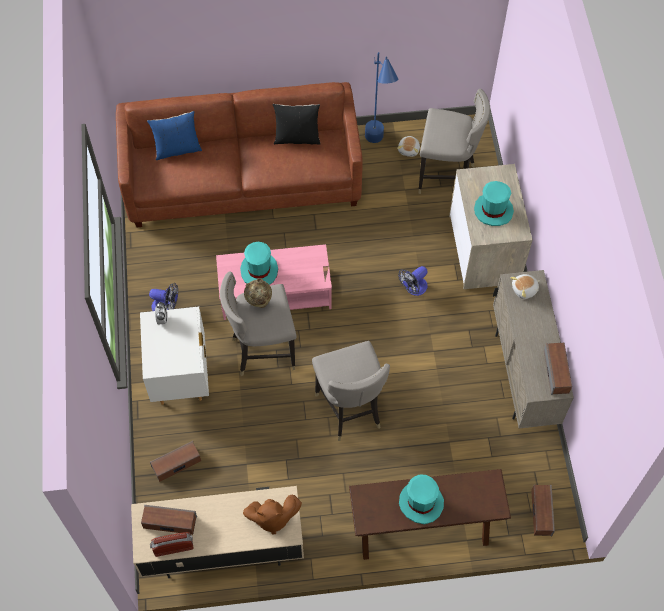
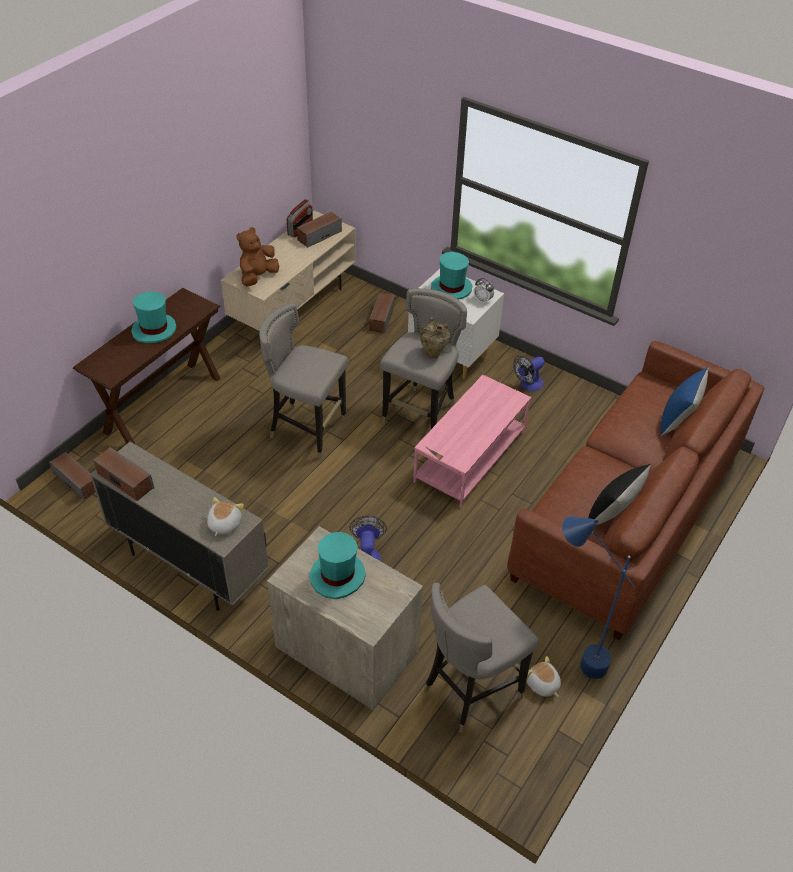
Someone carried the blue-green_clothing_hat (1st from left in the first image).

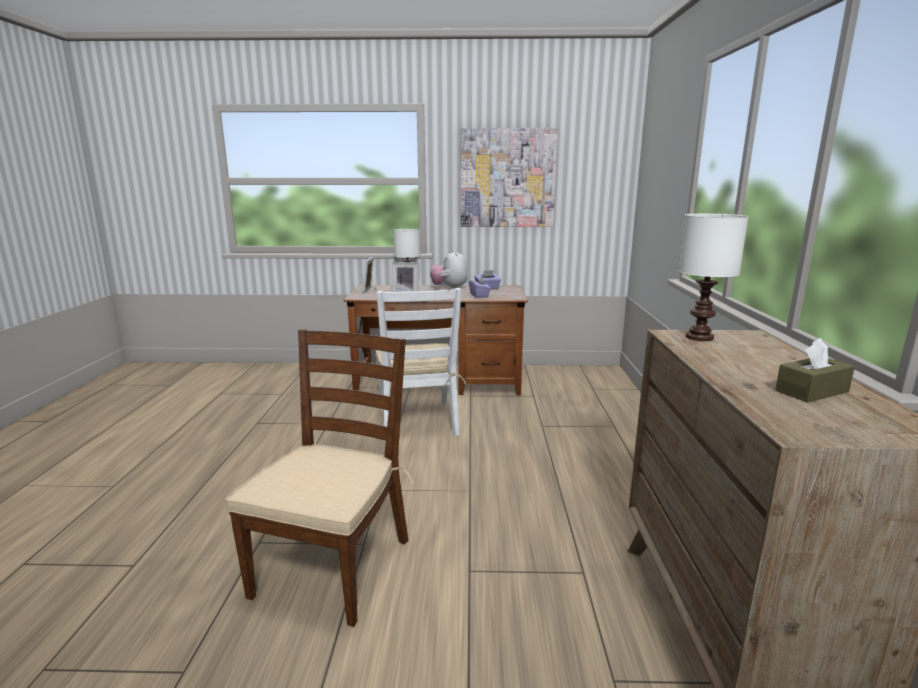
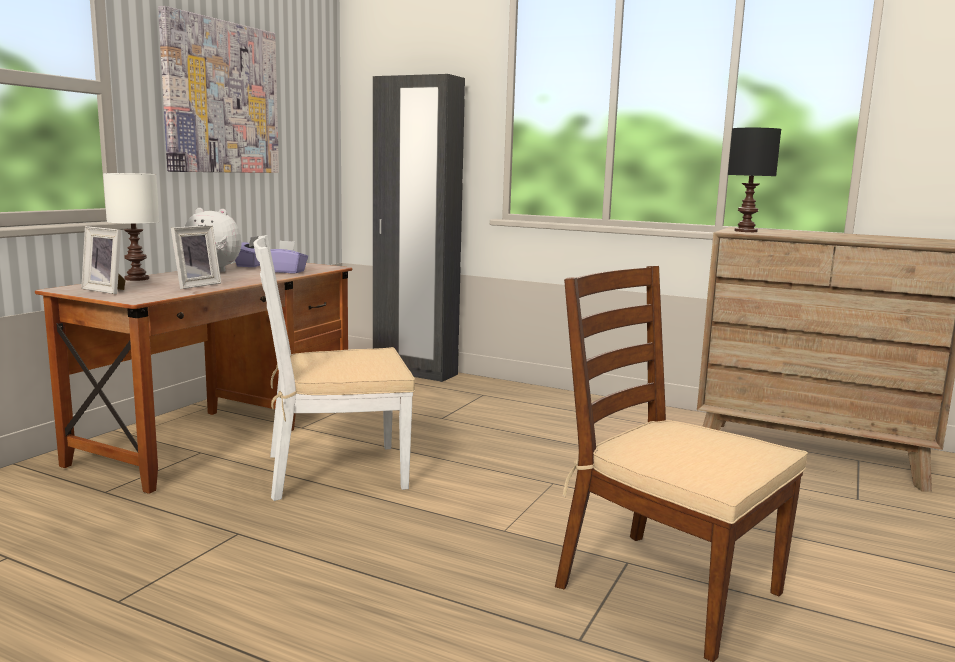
Someone rotated the whitish_plain_chair by 150 degrees clockwise. Someone put down the black_wardrobe. Someone repainted the whitish_tabletop_lamp (2nd from left), which became the black_tabletop_lamp. Someone took away the brownish_box_of_tissues.

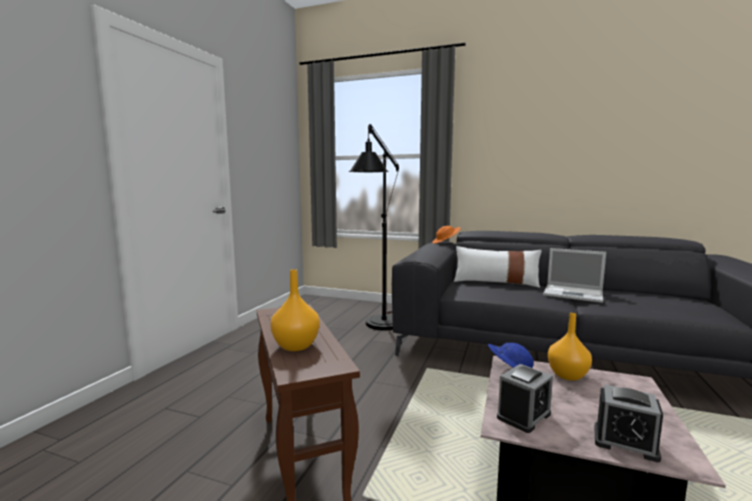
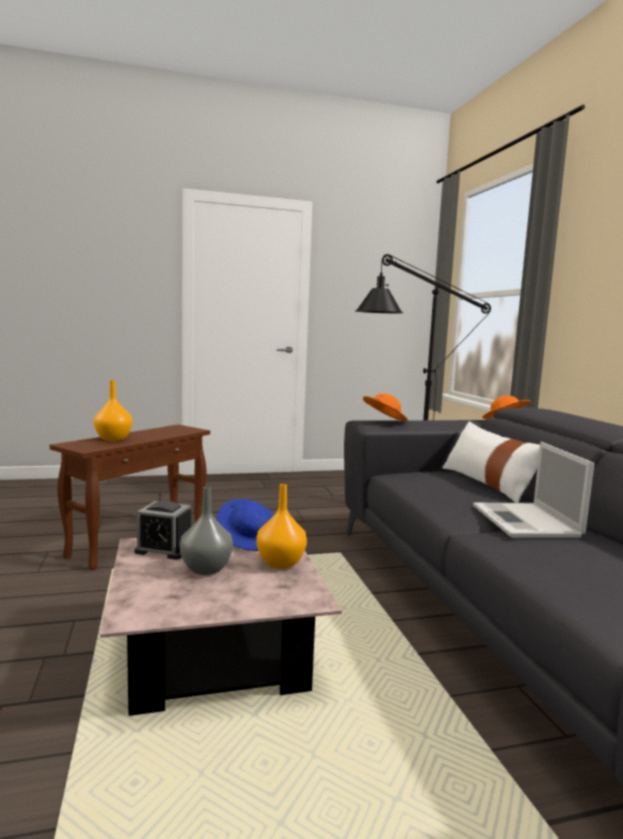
Someone put down the grey_decorative_vase. Someone put down the orange-coloured_clothing_hat (1st from left). Someone took away the alarm_clock (2nd from left).

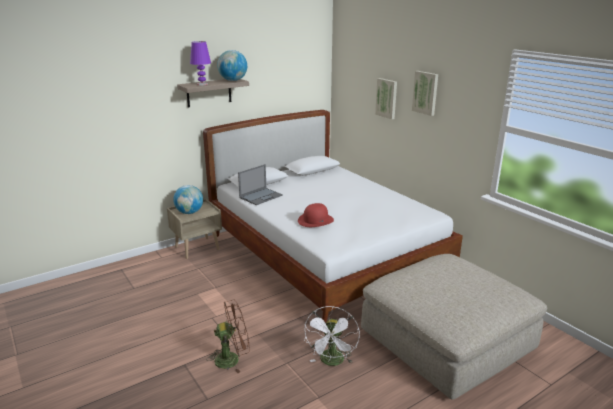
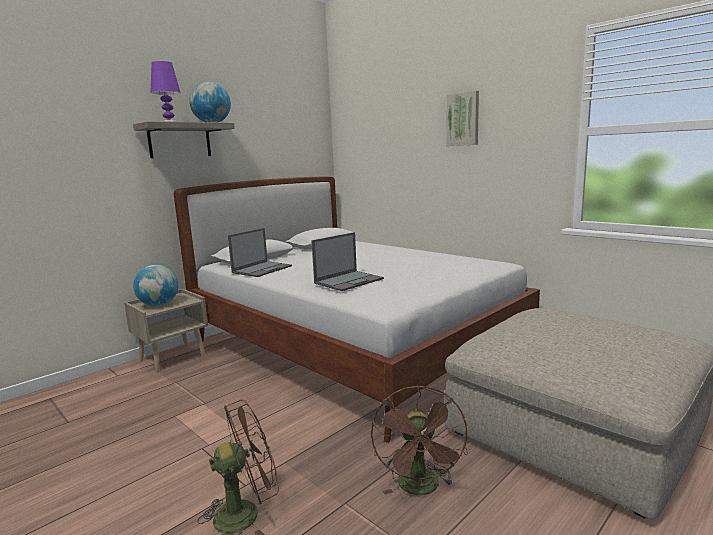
Someone swapped the red_clothing_hat for the portable_computer (2nd from left). Someone repainted the whitish_fan, which became the brownish_fan (2nd from left). Someone took away the wall_art (1st from left).

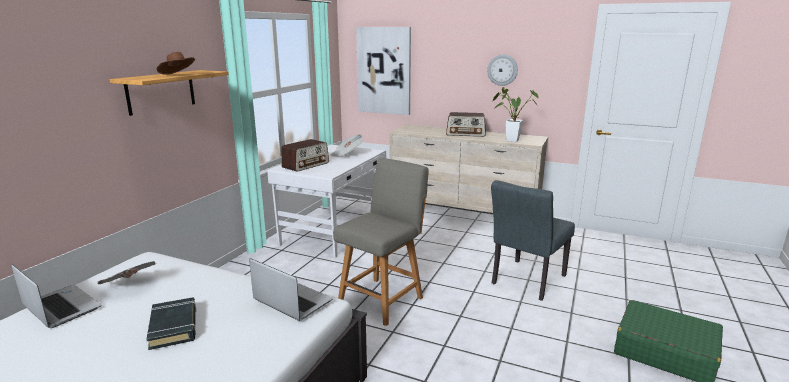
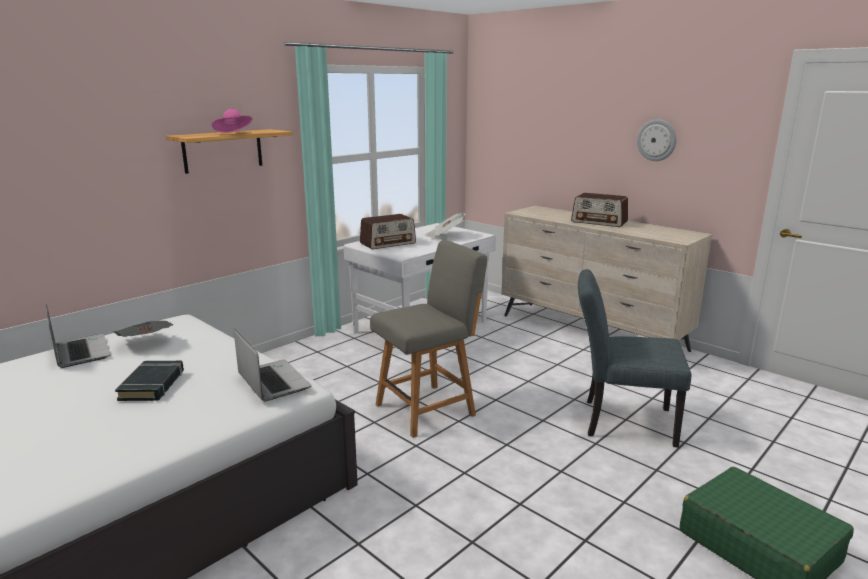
Someone repainted the brownish_clothing_hat, which became the pink-coloured_clothing_hat. Someone rotated the grey_plain_chair (2nd from left) by 45 degrees clockwise. Someone took away the wall_art. Someone took away the plant_in_a_pot.

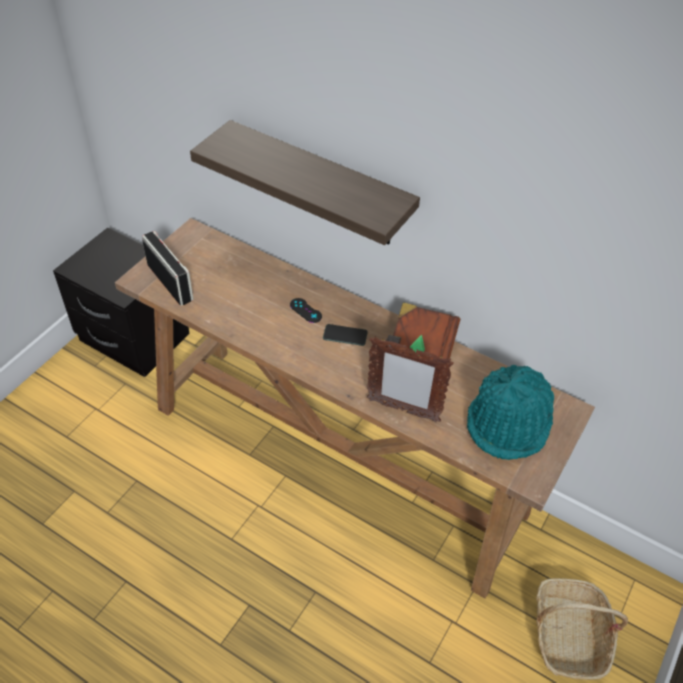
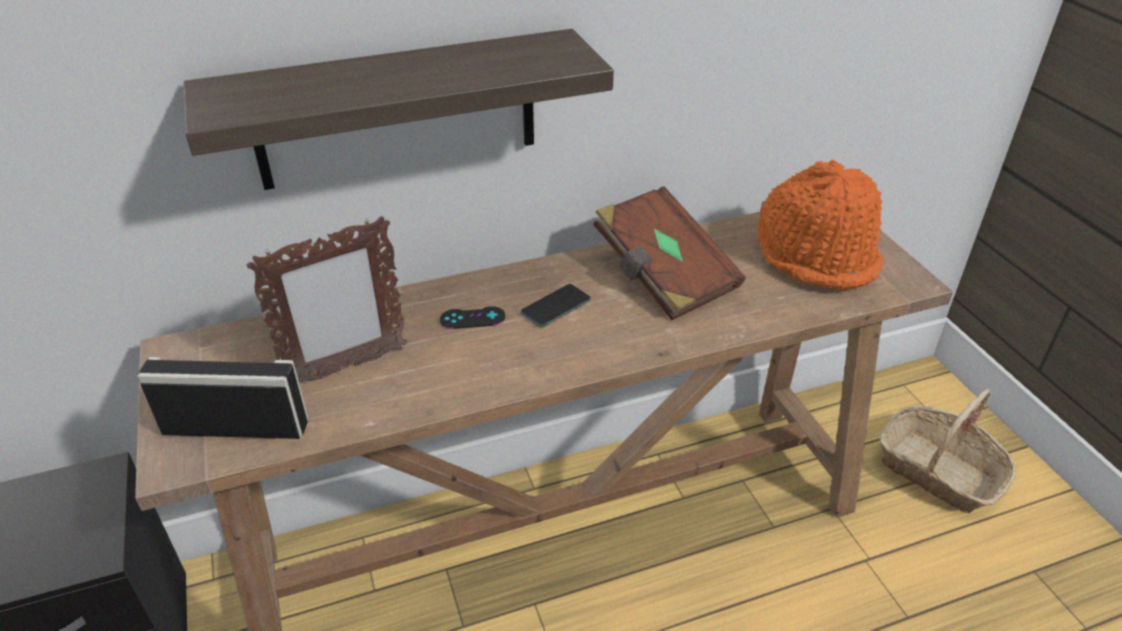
Someone carried the photo_frame. Someone repainted the blue-green_clothing_hat, which became the orange-coloured_clothing_hat.

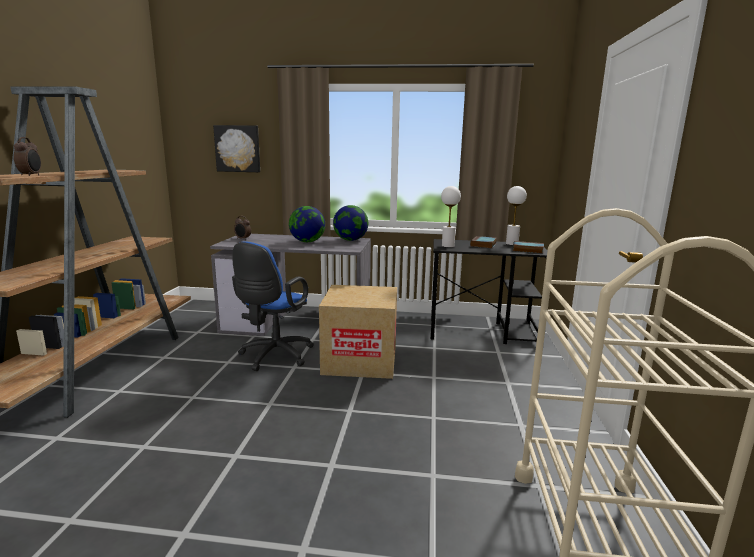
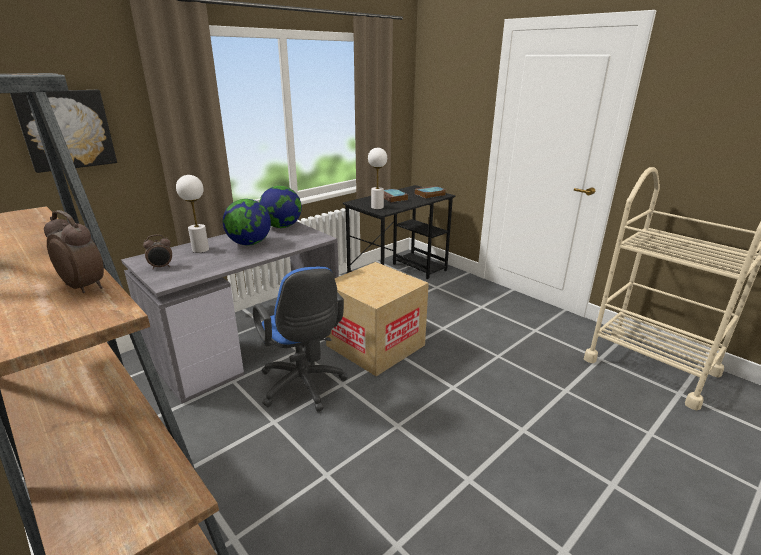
Someone carried the whitish_tabletop_lamp (2nd from left in the first image).

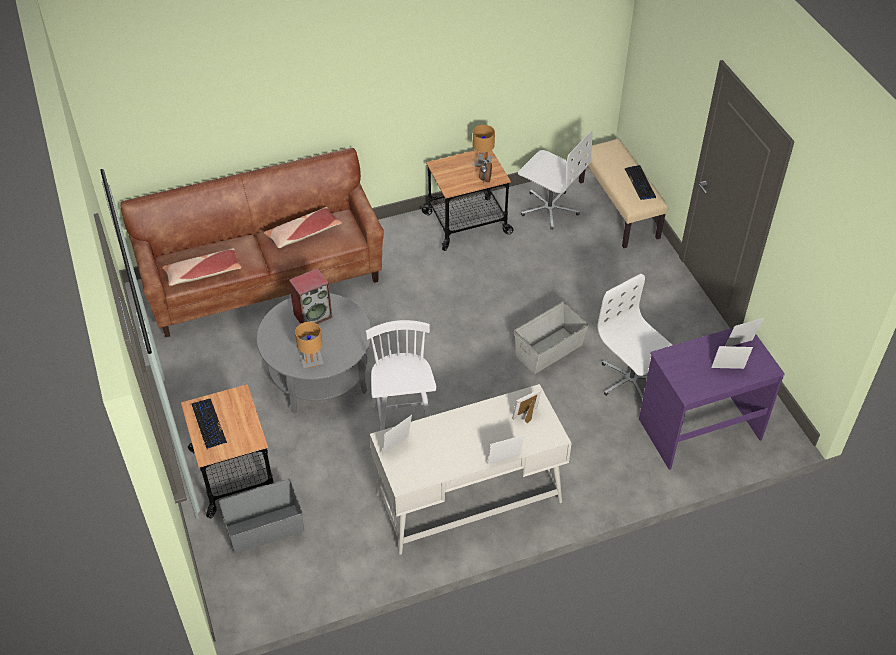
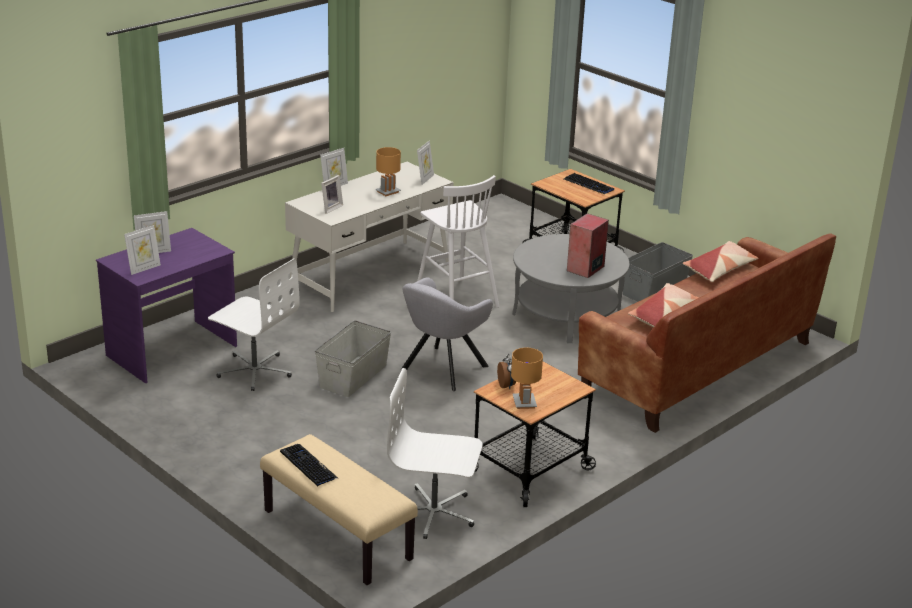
Someone carried the brownish_tabletop_lamp (1st from left). Someone put down the grey_lounge_chair. Someone carried the grey_storage_container (1st from left in the first image).

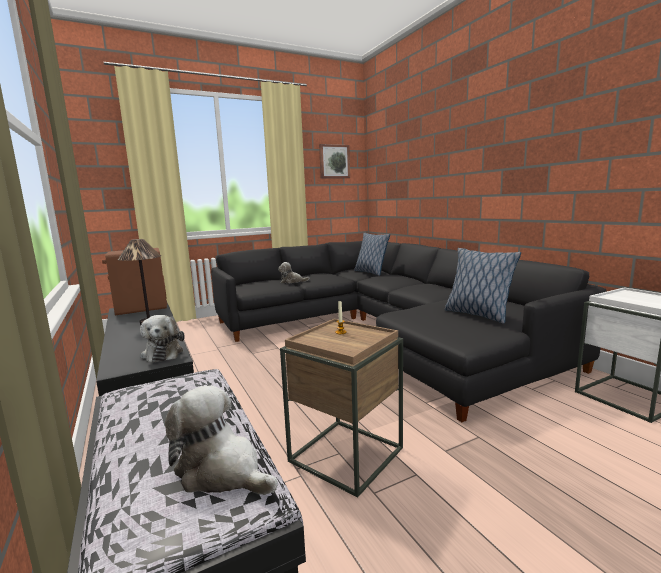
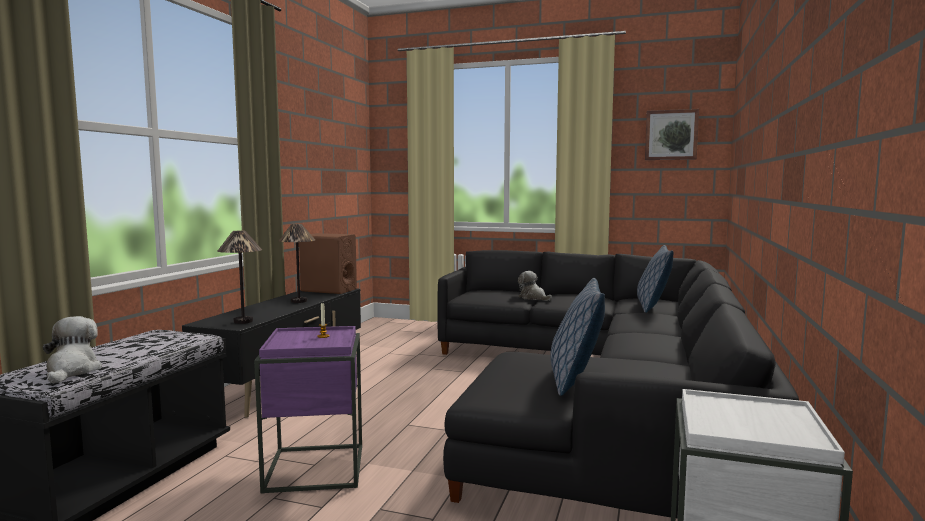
Someone swapped the cuddly_toy (1st from left) for the tabletop_lamp (1st from left). Someone repainted the brownish_accent_table, which became the purple_accent_table.

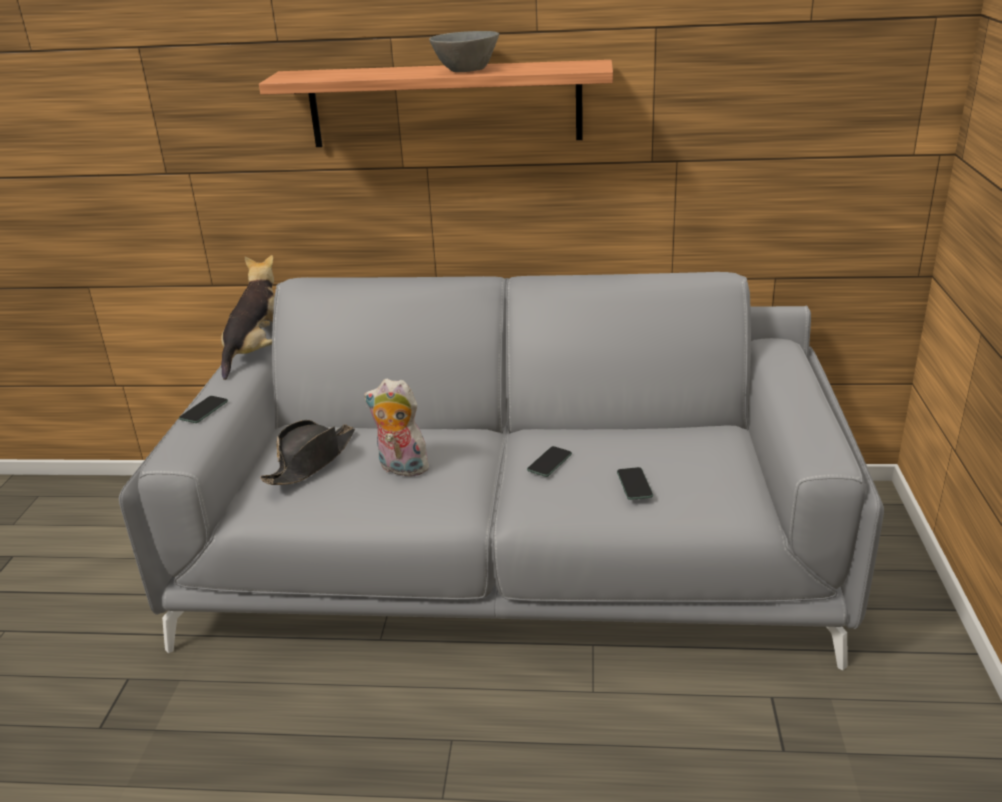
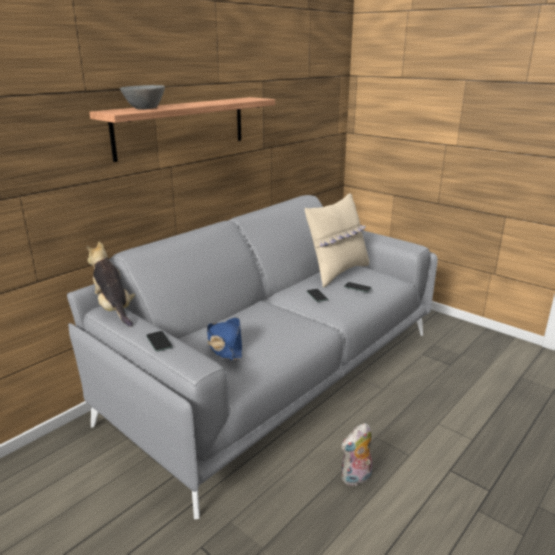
Someone carried the grey_serving_bowl. Someone repainted the black_clothing_hat, which became the blue-coloured_clothing_hat. Someone put down the sand-coloured_pillow. Someone carried the cuddly_toy (2nd from left).

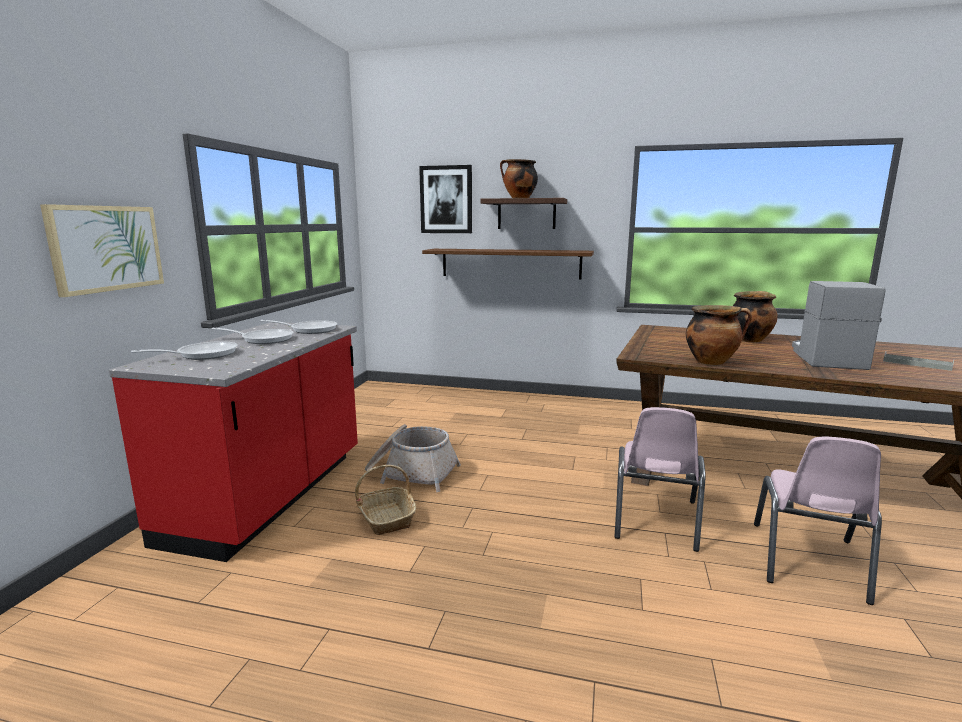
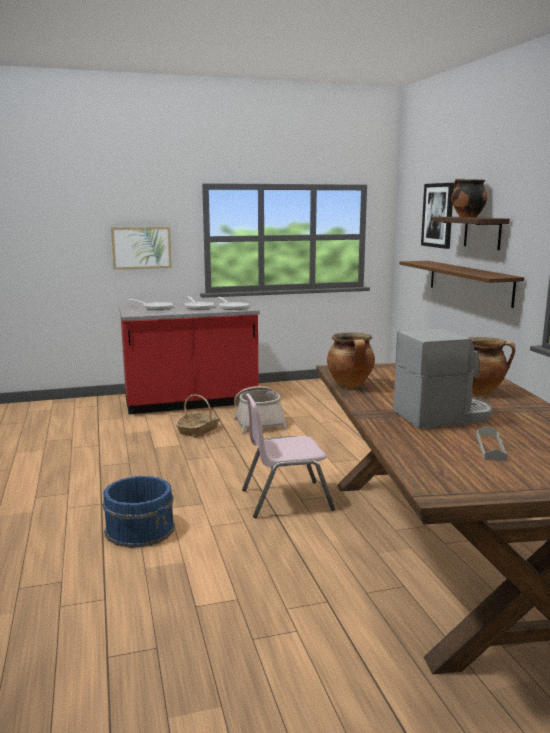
Someone put down the blue-coloured_water_bucket. Someone took away the pink-coloured_plain_chair (2nd from left).

